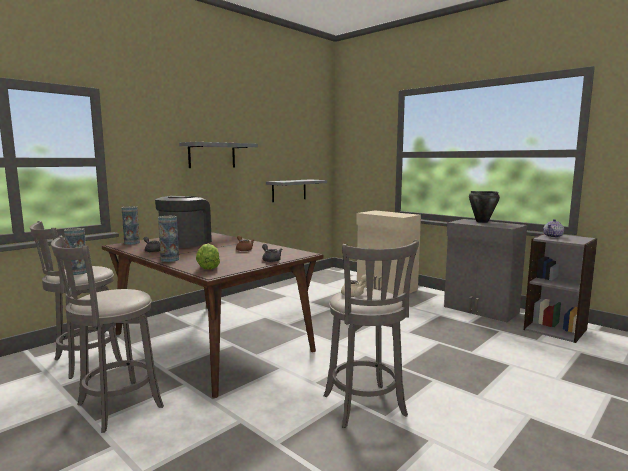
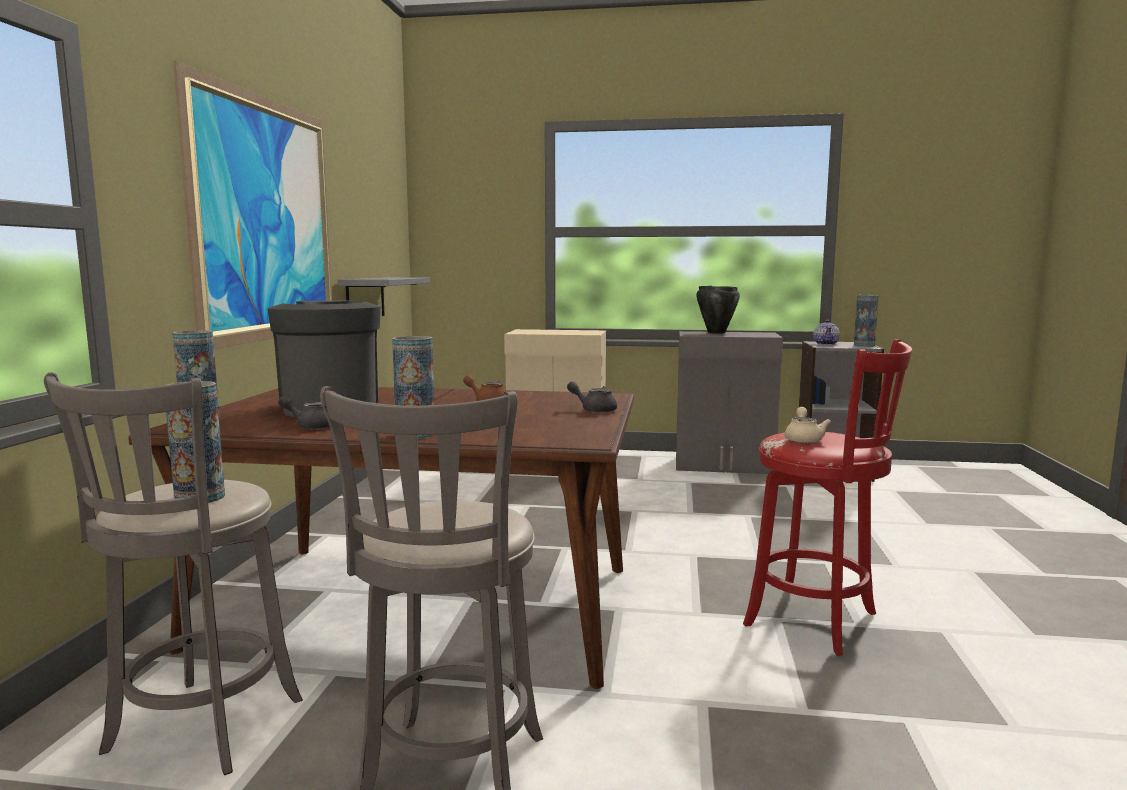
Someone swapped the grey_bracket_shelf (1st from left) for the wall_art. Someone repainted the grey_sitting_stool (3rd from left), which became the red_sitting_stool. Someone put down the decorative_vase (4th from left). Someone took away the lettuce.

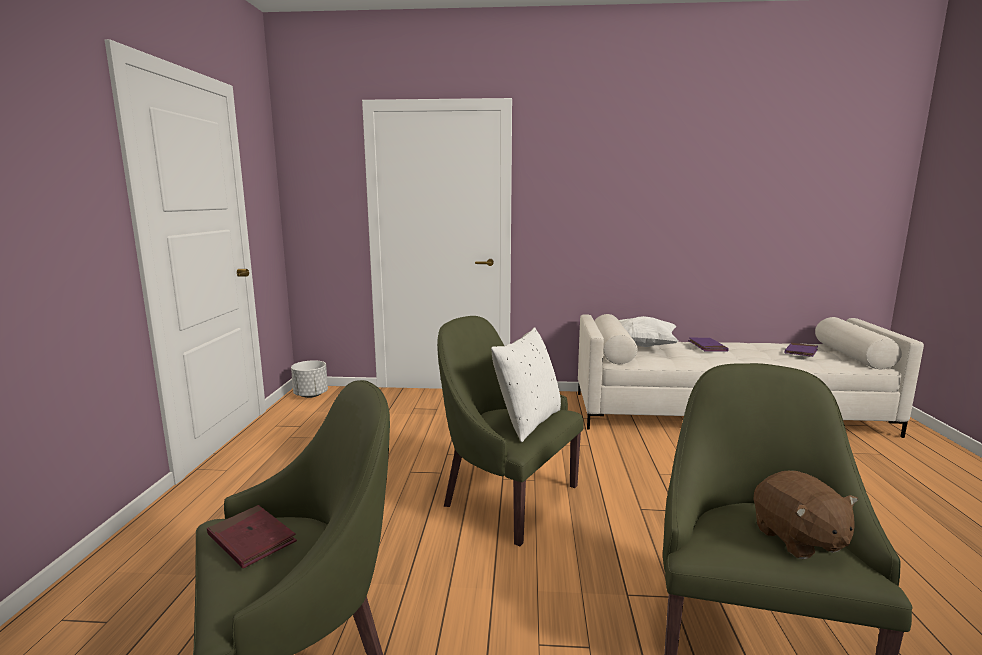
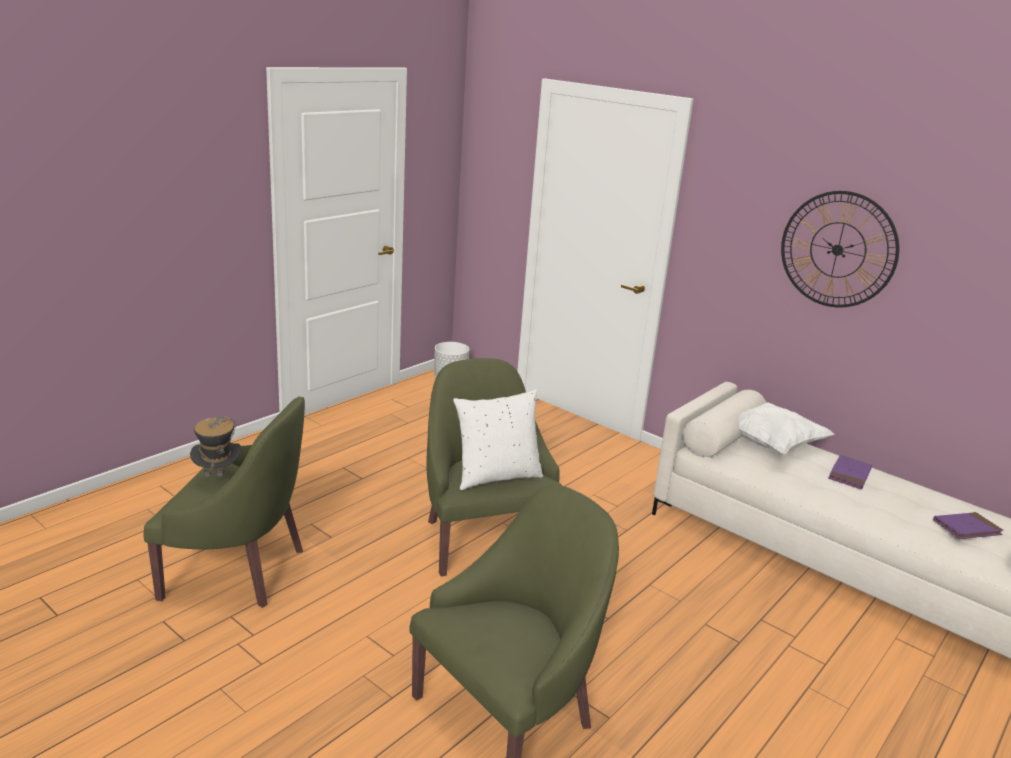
Someone swapped the red_volume for the clothing_hat. Someone put up the clock_on_the_wall. Someone took away the brownish_cuddly_toy.

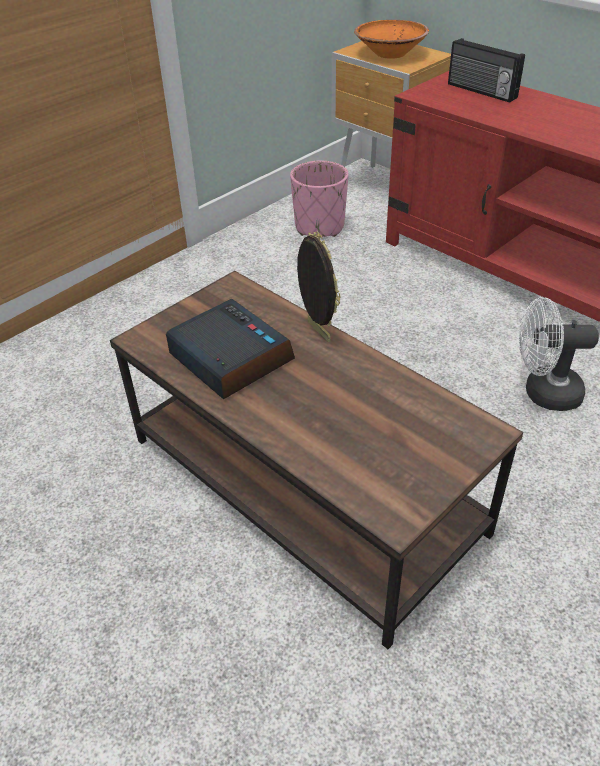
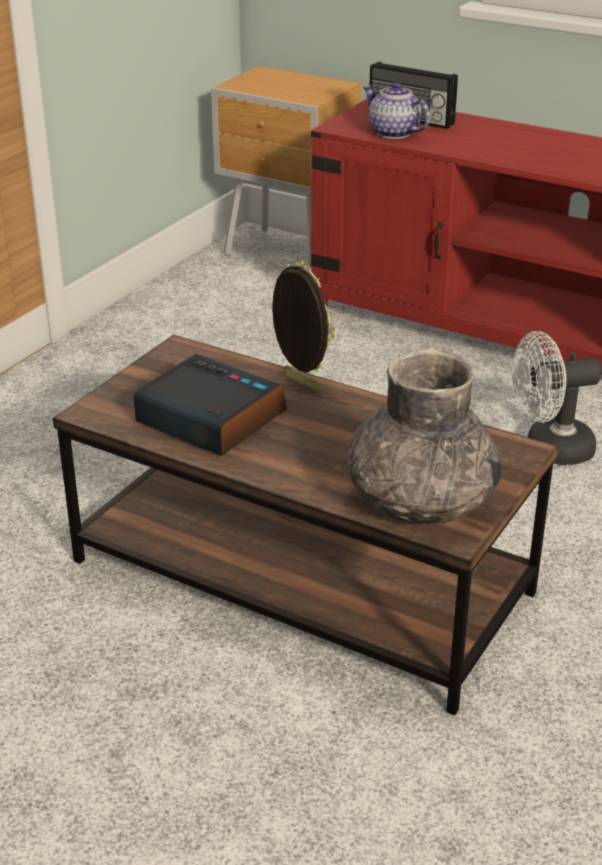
Someone put down the grey_decorative_vase. Someone put down the tea_pot. Someone took away the pink-coloured_flower_pot. Someone took away the orange-coloured_serving_bowl.

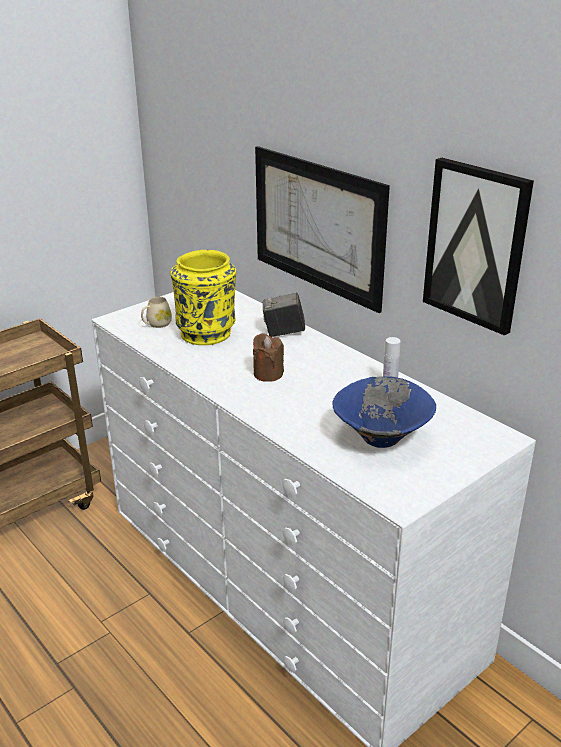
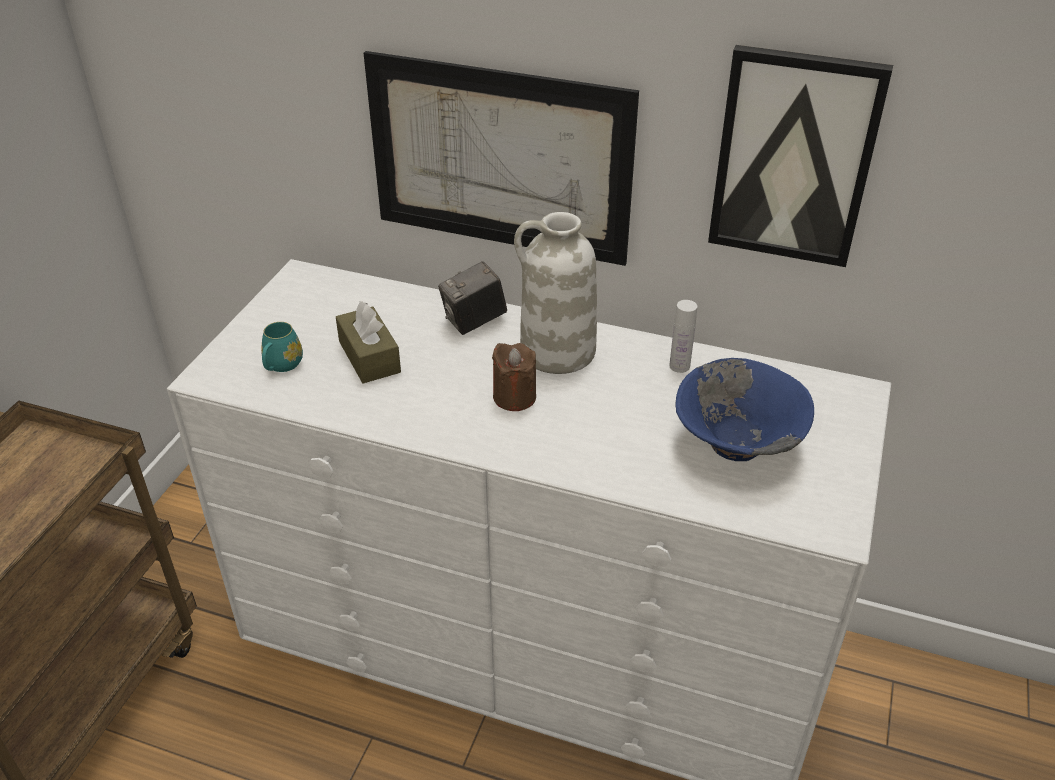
Someone repainted the sand-coloured_coffee_mug, which became the blue-green_coffee_mug. Someone swapped the yellow-coloured_decorative_vase for the brownish_box_of_tissues. Someone put down the whitish_decorative_vase.

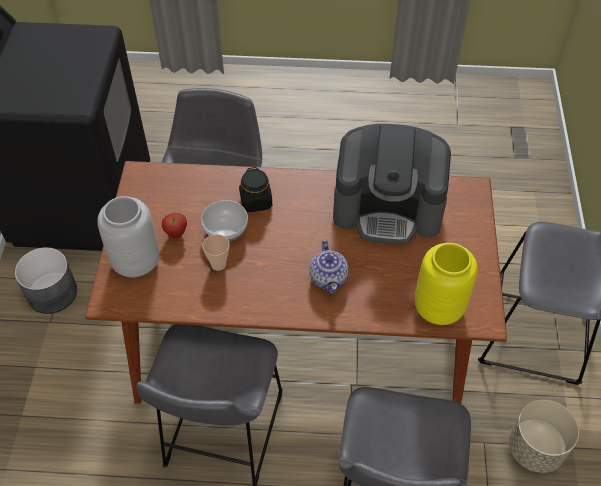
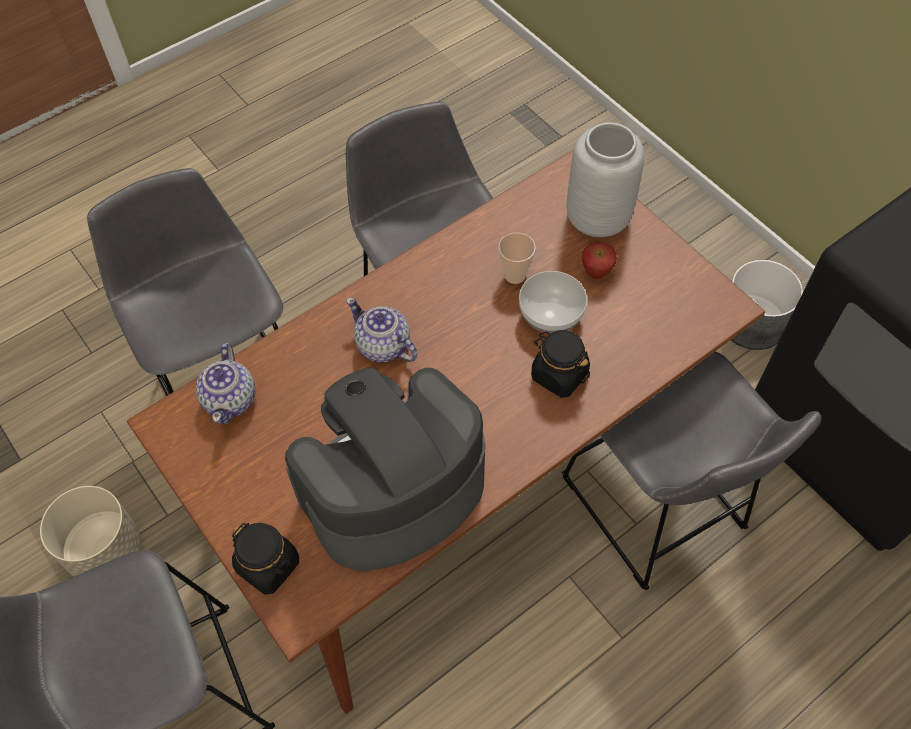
Someone swapped the yellow-coloured_decorative_vase for the tea_pot (1st from left). Someone put down the black_storage_jar (1st from left).

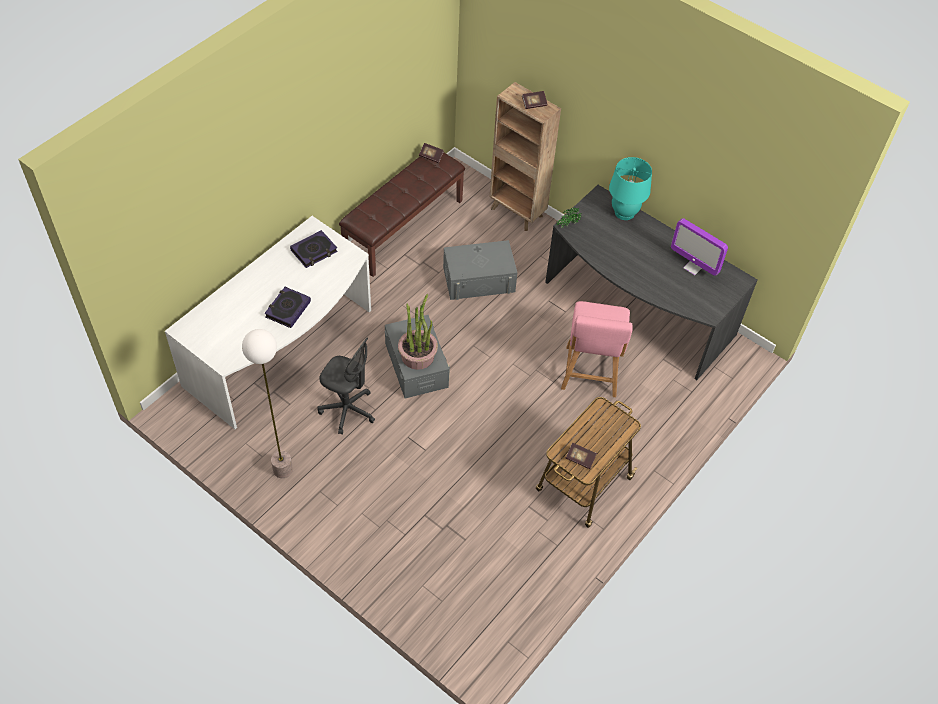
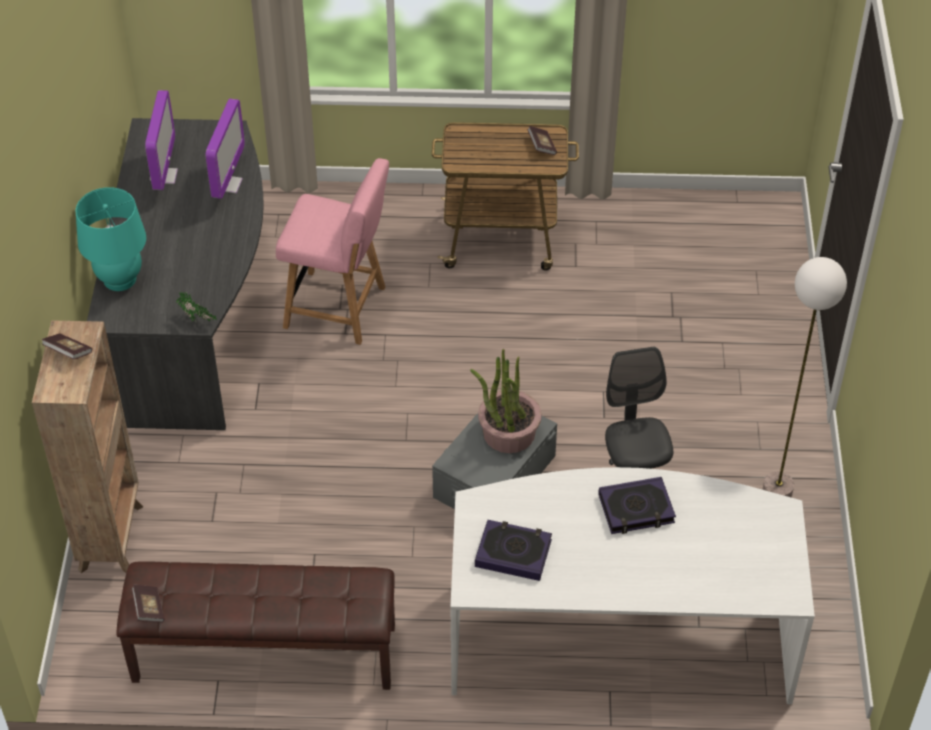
Someone put down the monitor (2nd from left). Someone rotated the pink-coloured_plain_chair by 45 degrees clockwise. Someone took away the grey_storage_container (2nd from left).

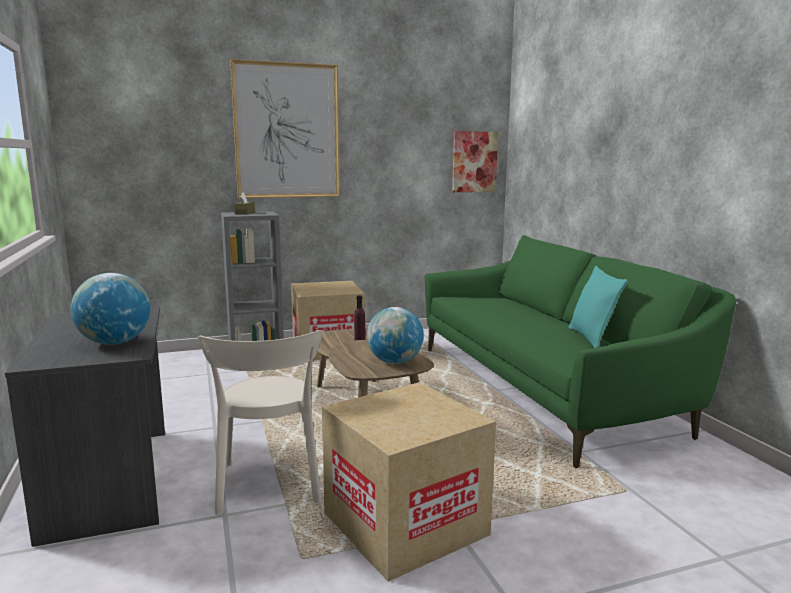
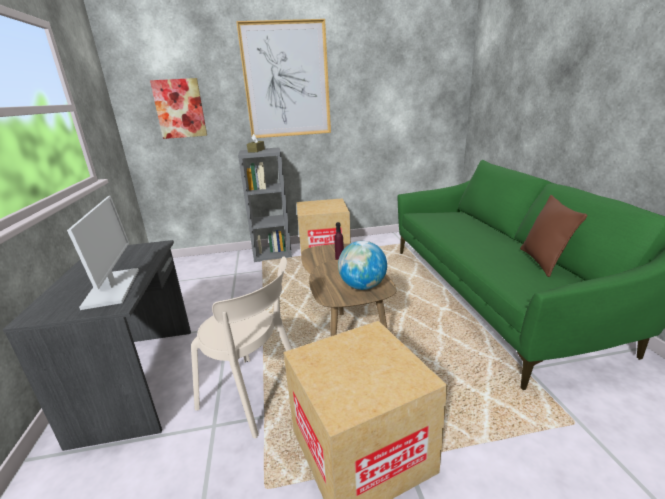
Someone swapped the globe (1st from left) for the monitor. Someone carried the wall_art (2nd from left in the first image). Someone rotated the sand-coloured_plain_chair by 60 degrees counterclockwise. Someone repainted the blue-green_pillow, which became the brownish_pillow.

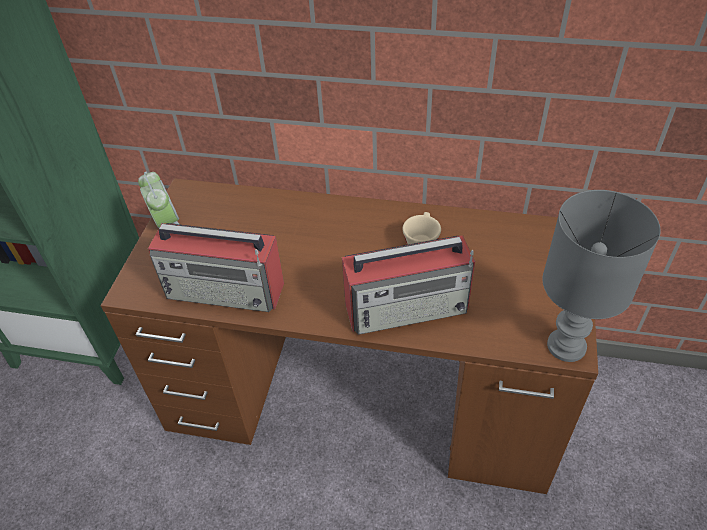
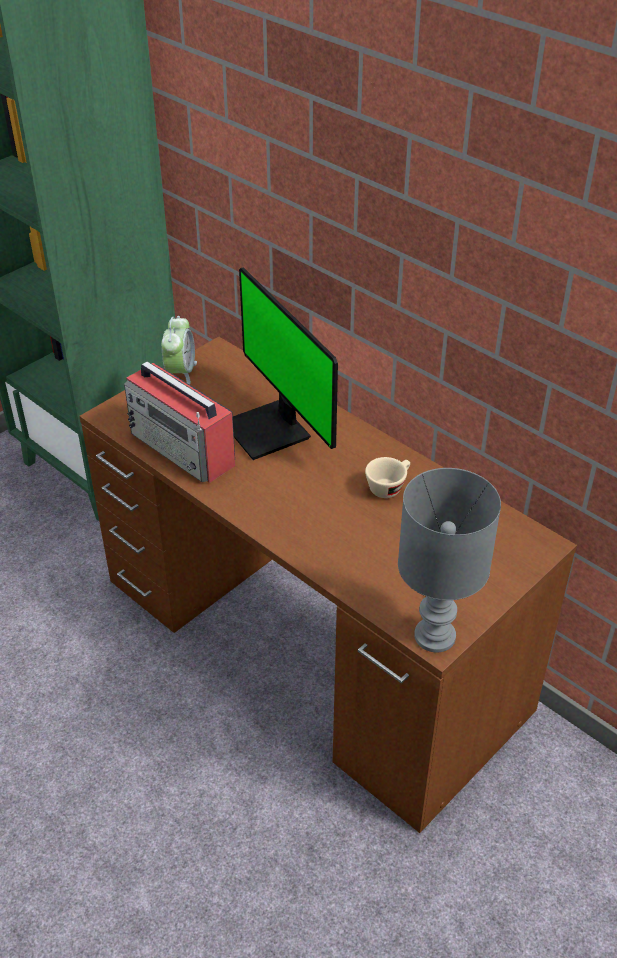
Someone put down the monitor. Someone took away the radio (2nd from left).

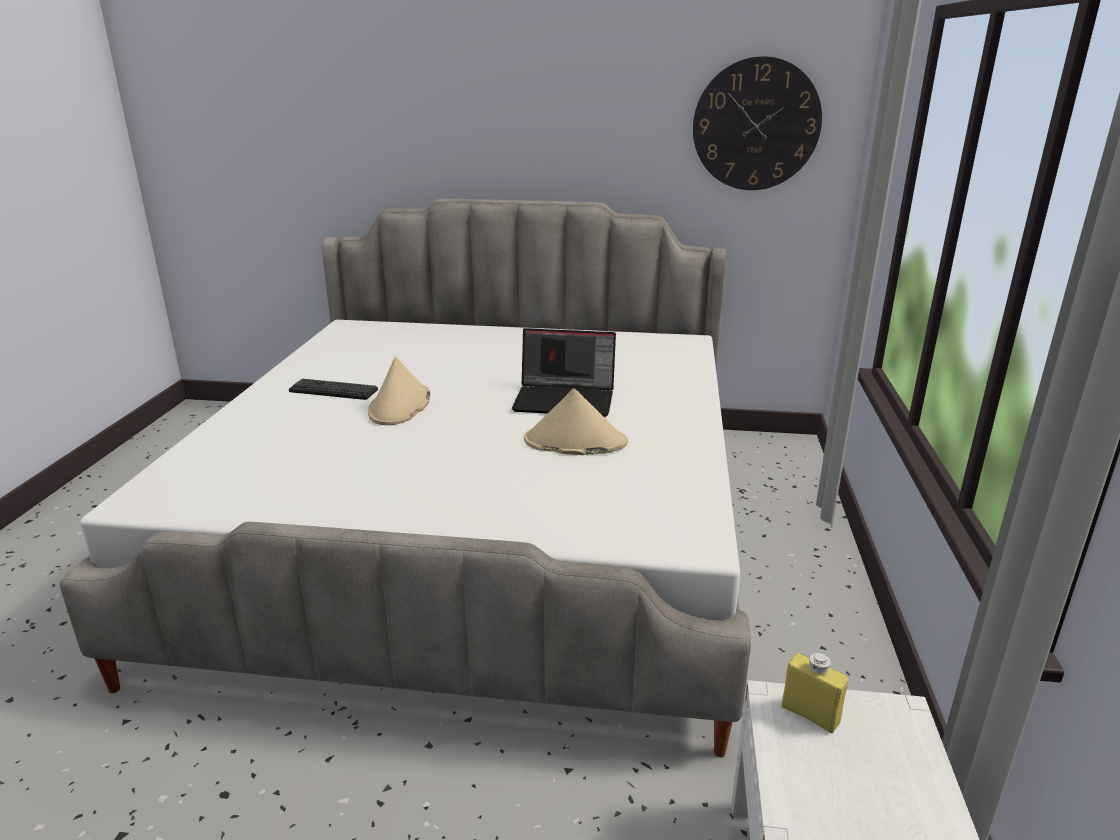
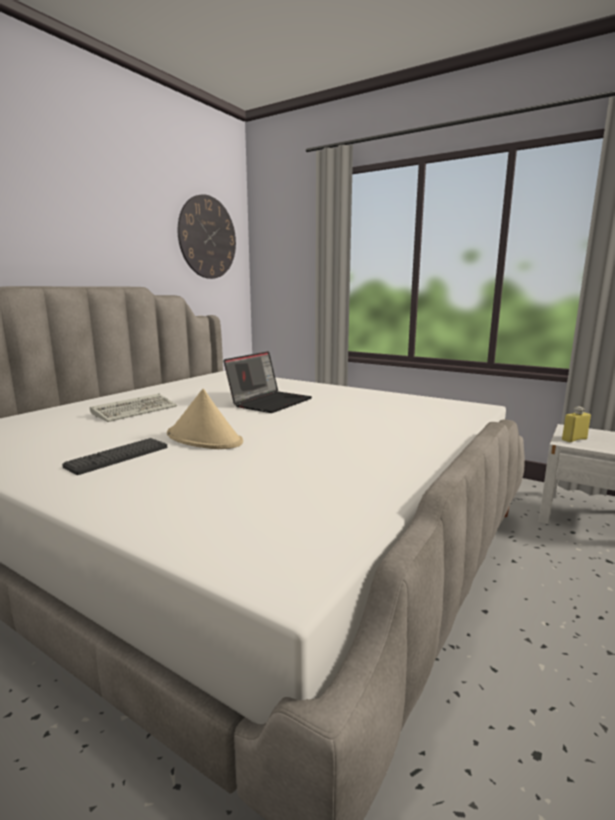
Someone put down the computer_keyboard (2nd from left). Someone took away the sand-coloured_clothing_hat (2nd from left).

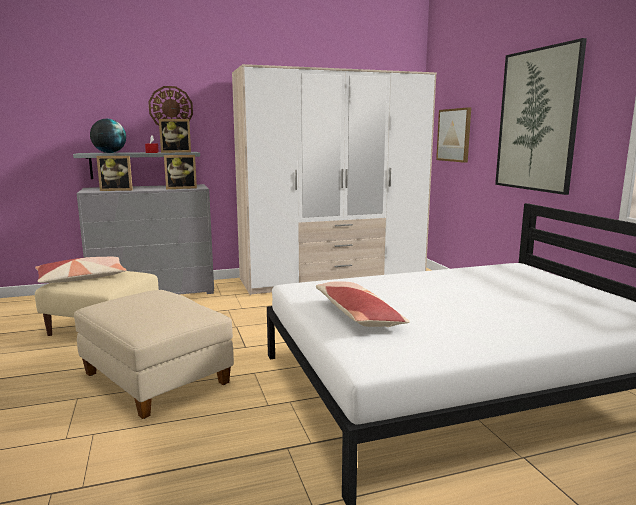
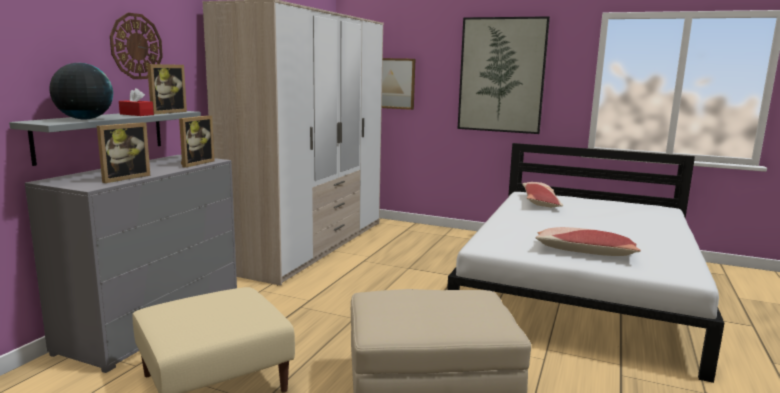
Someone carried the pillow (1st from left).

